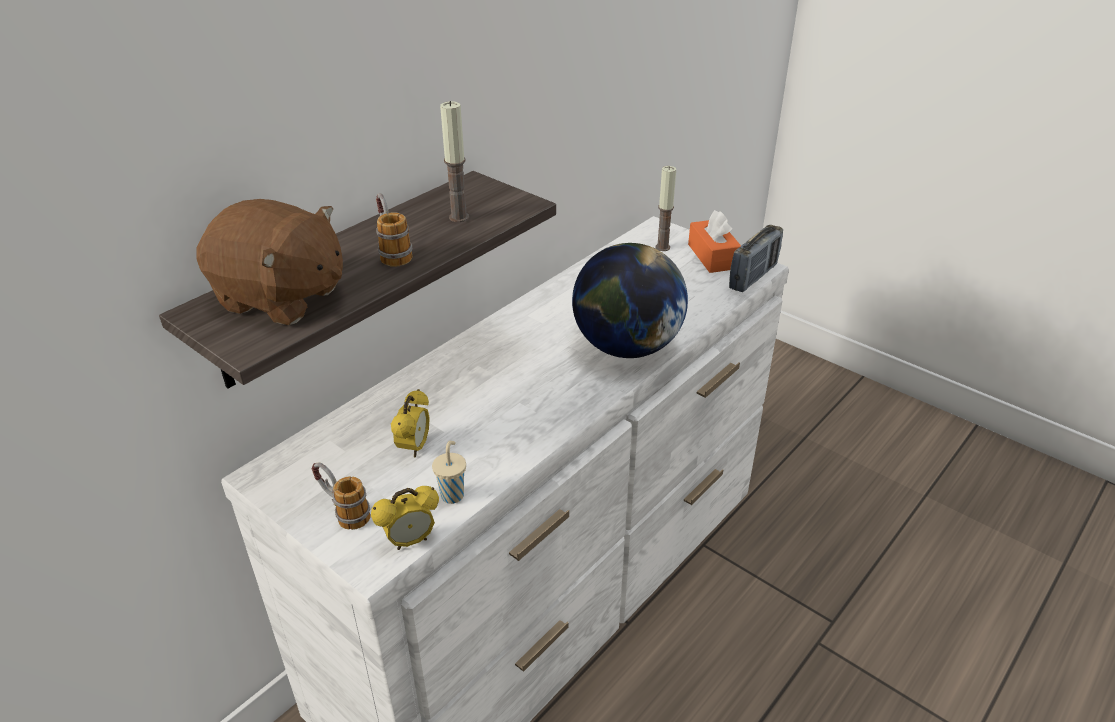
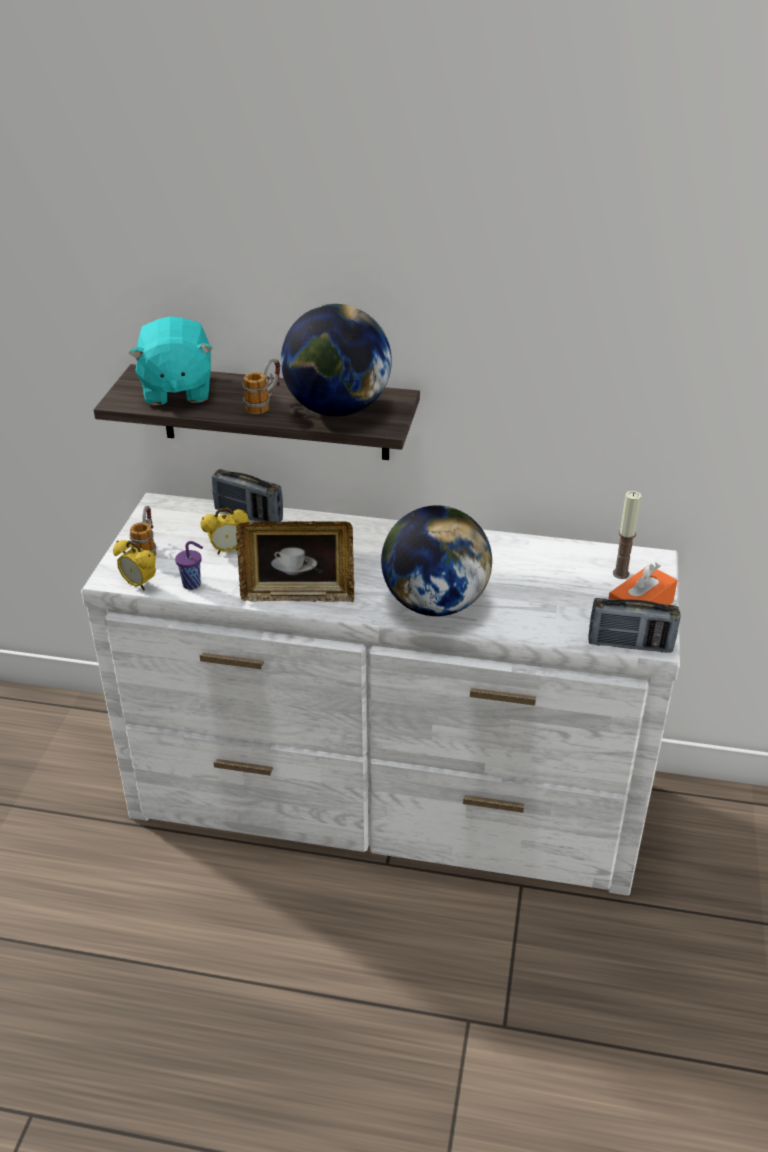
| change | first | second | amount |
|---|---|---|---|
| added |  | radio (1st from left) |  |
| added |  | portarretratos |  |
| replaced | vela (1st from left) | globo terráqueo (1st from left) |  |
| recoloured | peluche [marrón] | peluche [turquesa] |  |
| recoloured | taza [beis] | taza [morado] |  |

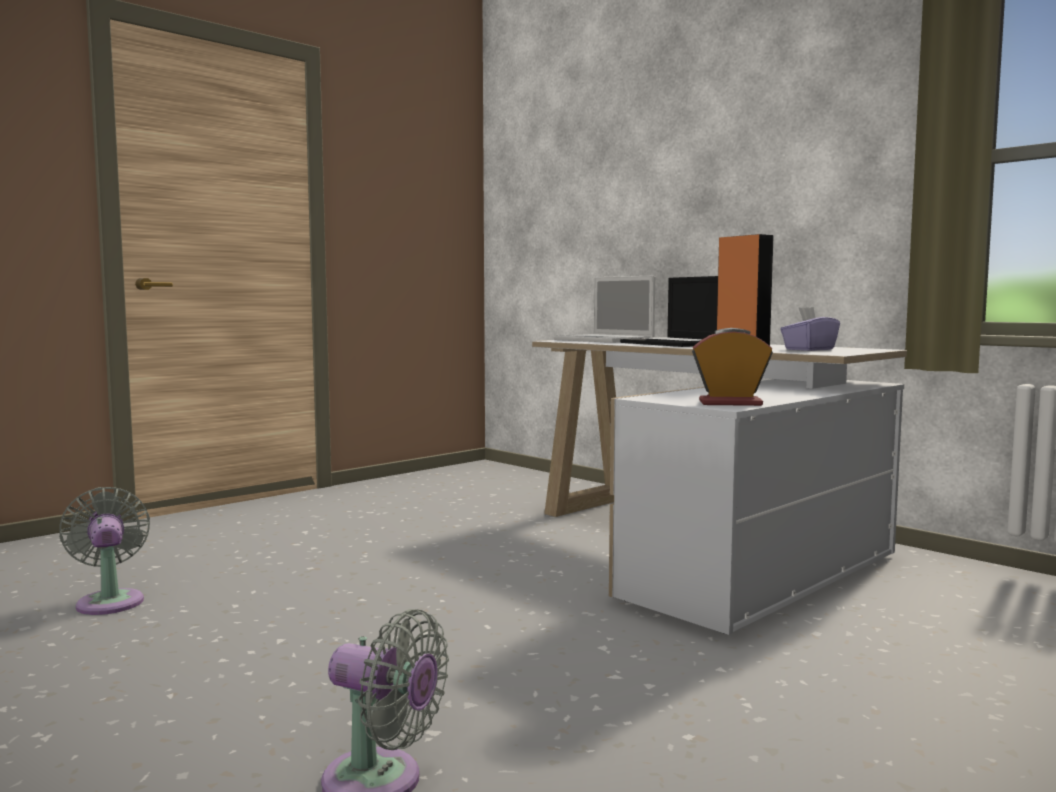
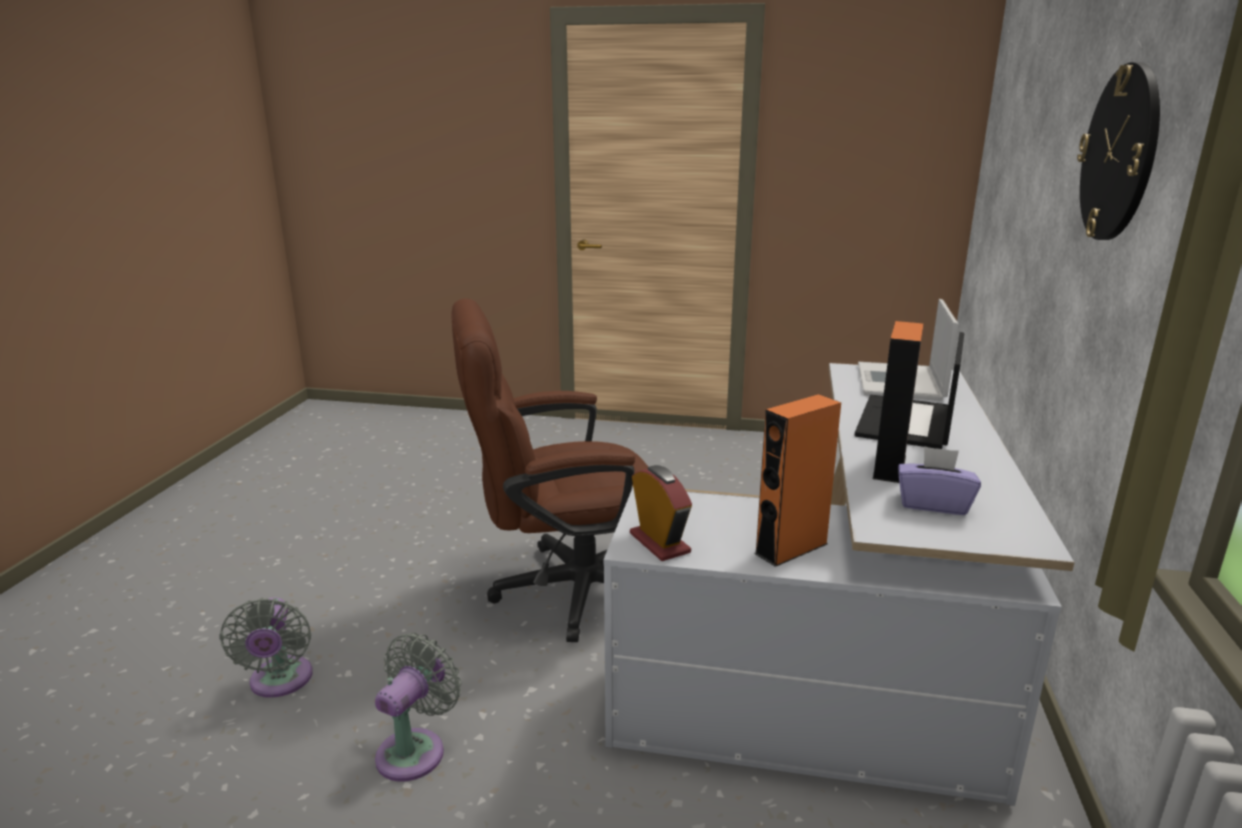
| change | first | second | amount |
|---|---|---|---|
| added |  | silla de oficina [marrón] |  |
| added |  | altavoz [naranja] (1st from left) |  |
| added |  | reloj de pared |  |
| moved | ventilador [gris] (1st from left in the first image) | ventilador [gris] (2nd from left) |  |

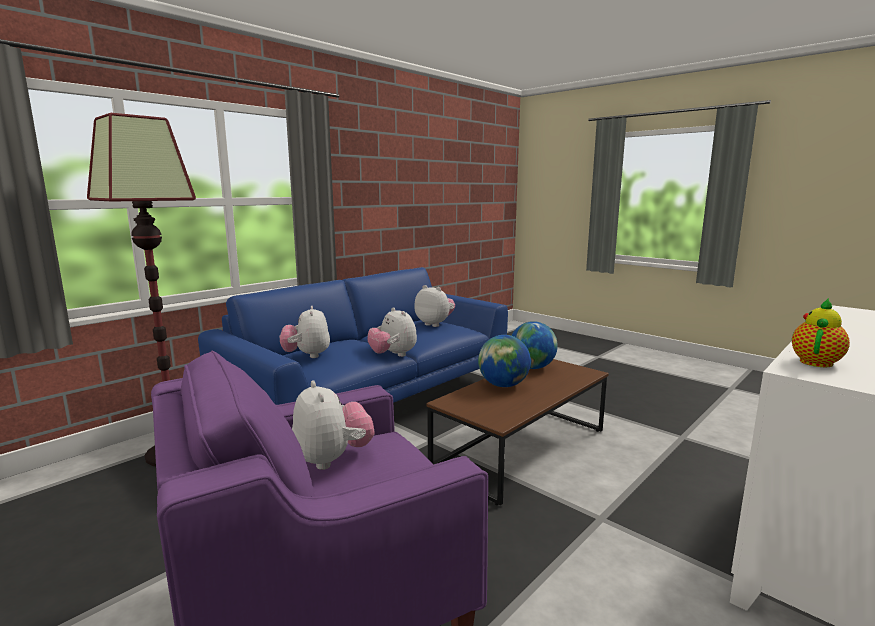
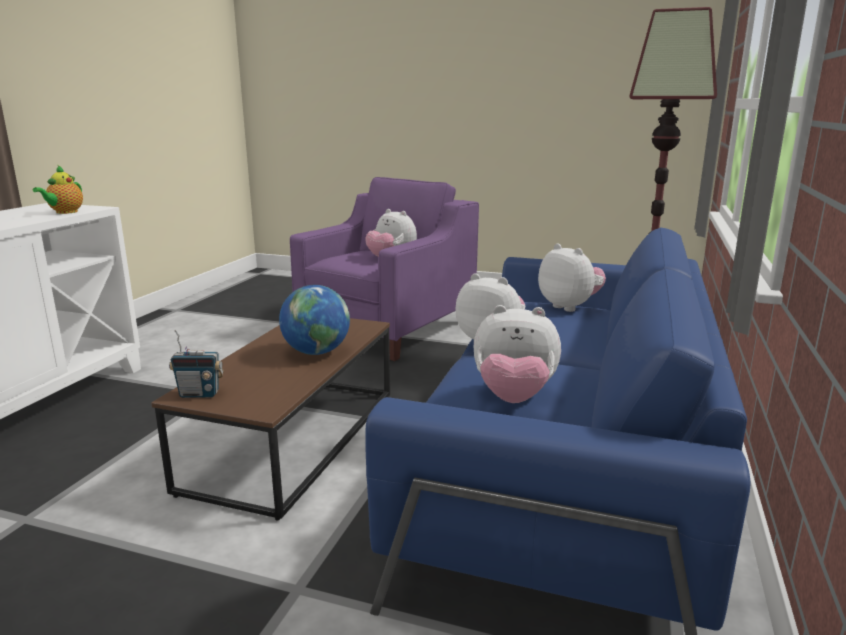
| change | first | second | amount |
|---|---|---|---|
| removed | globo terráqueo (2nd from left) |  |  |
| added |  | radio |  |

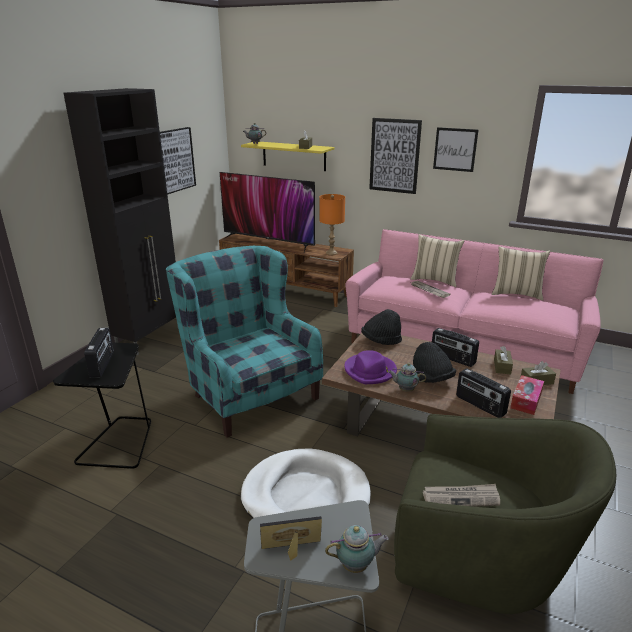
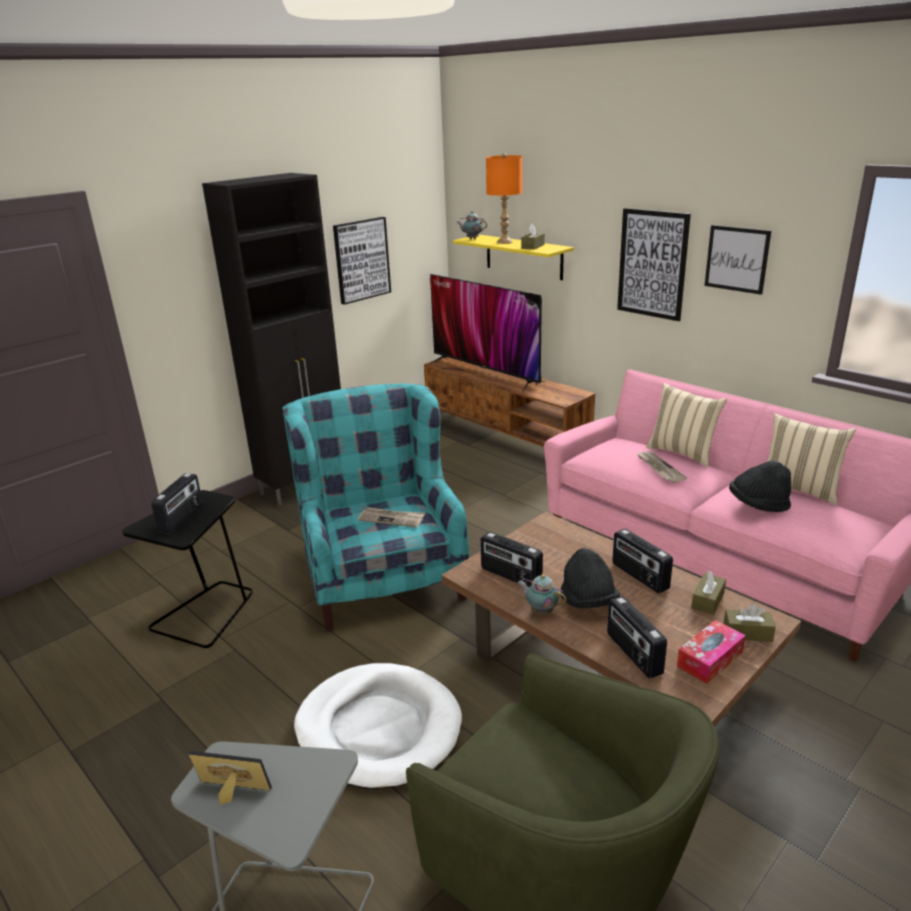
| change | first | second | amount |
|---|---|---|---|
| removed | tetera (2nd from left) |  |  |
| moved | lámpara de mesa [naranja] |  |  |
| moved | sombrero [negro] (1st from left in the first image) | sombrero [negro] (2nd from left) |  |
| moved | periódico (2nd from left in the first image) | periódico (1st from left) |  |
| replaced | sombrero [morado] | radio (2nd from left) |  |

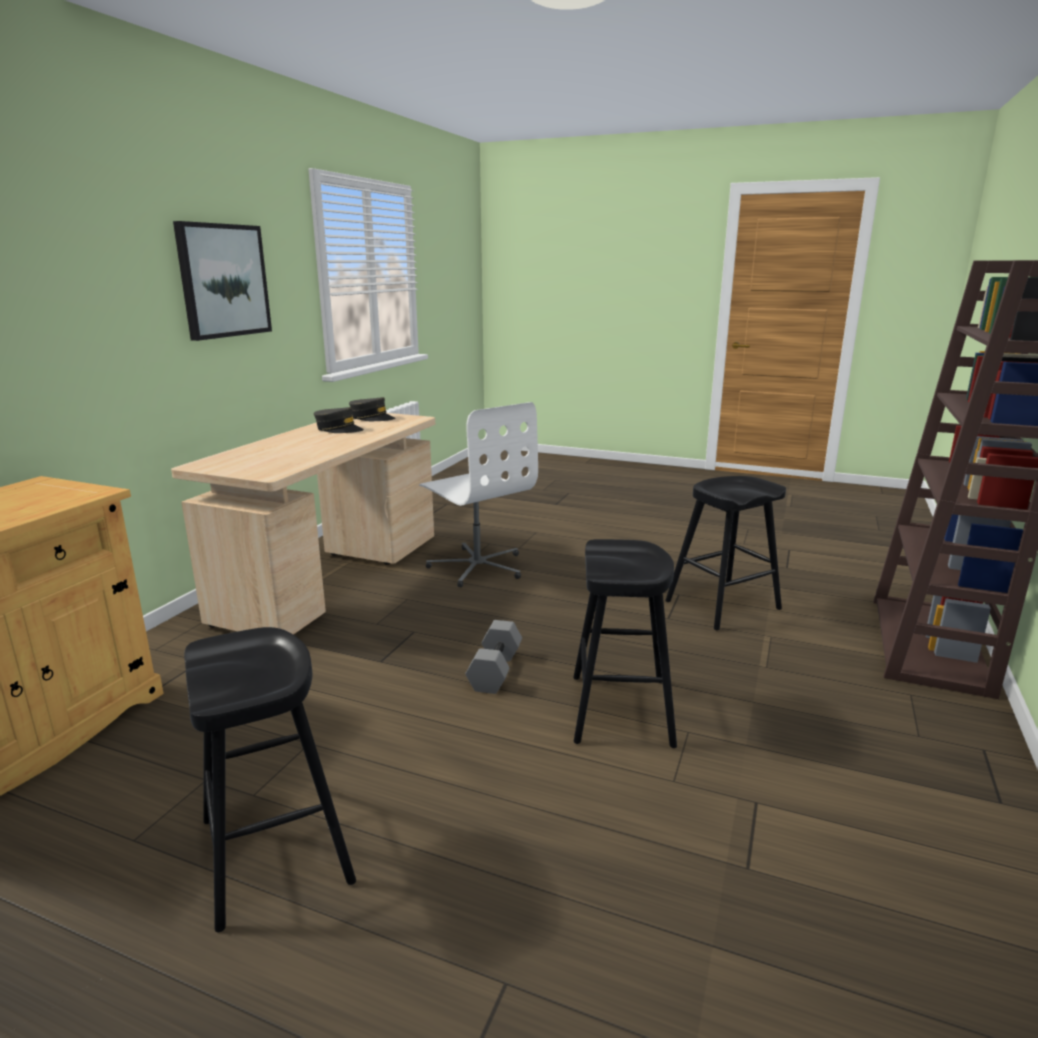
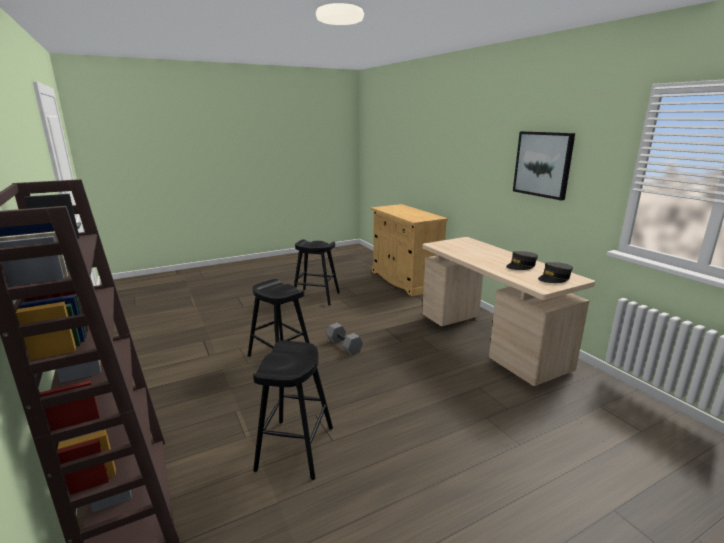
| change | first | second | amount |
|---|---|---|---|
| removed | silla de oficina [blanco] |  |  |

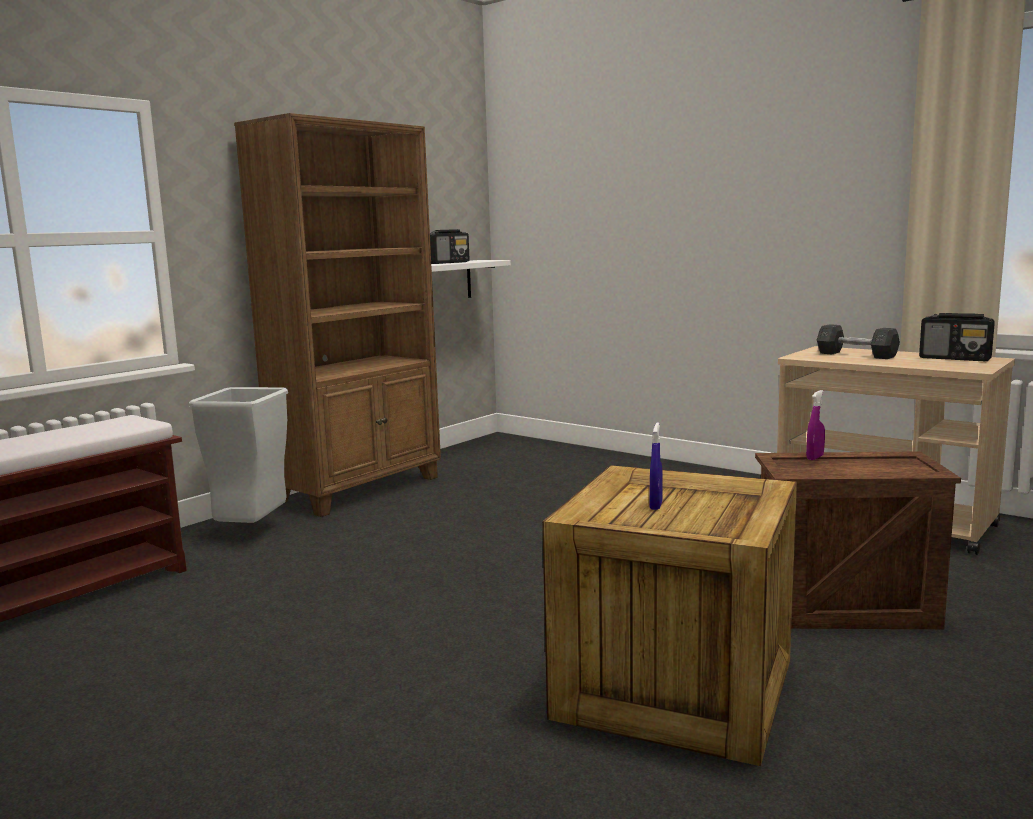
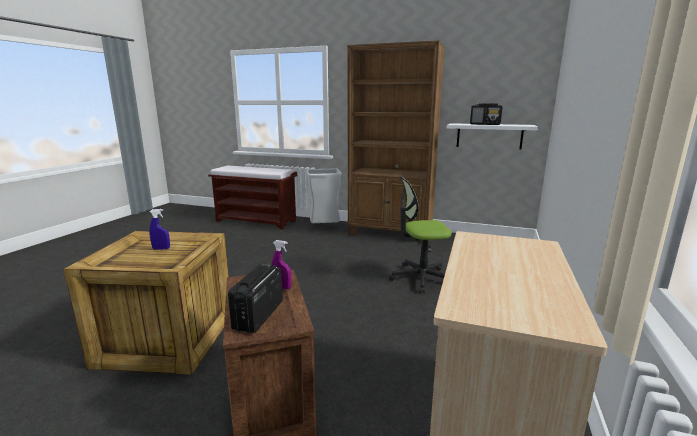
| change | first | second | amount |
|---|---|---|---|
| removed | mancuerna [gris] |  |  |
| added |  | silla de oficina |  |
| moved | radio (2nd from left in the first image) | radio (1st from left) |  |

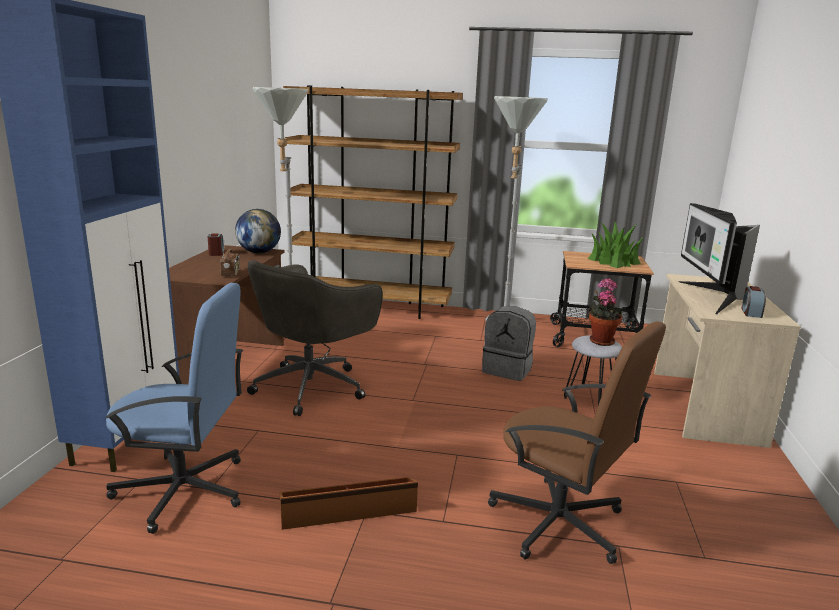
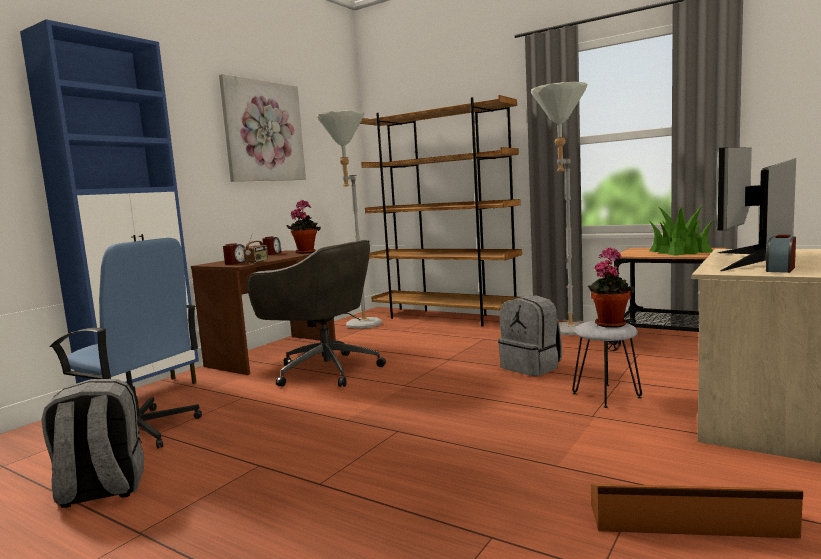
| change | first | second | amount |
|---|---|---|---|
| removed | silla de oficina [marrón] |  |  |
| added |  | mochila [gris] (1st from left) |  |
| added |  | cuadro |  |
| added |  | despertador (1st from left) |  |
| moved | caja de almacenaje [marrón] |  |  |
| replaced | globo terráqueo | planta en maceta (1st from left) |  |
| turned | silla de oficina [gris] |  | 120 degrees counterclockwise |

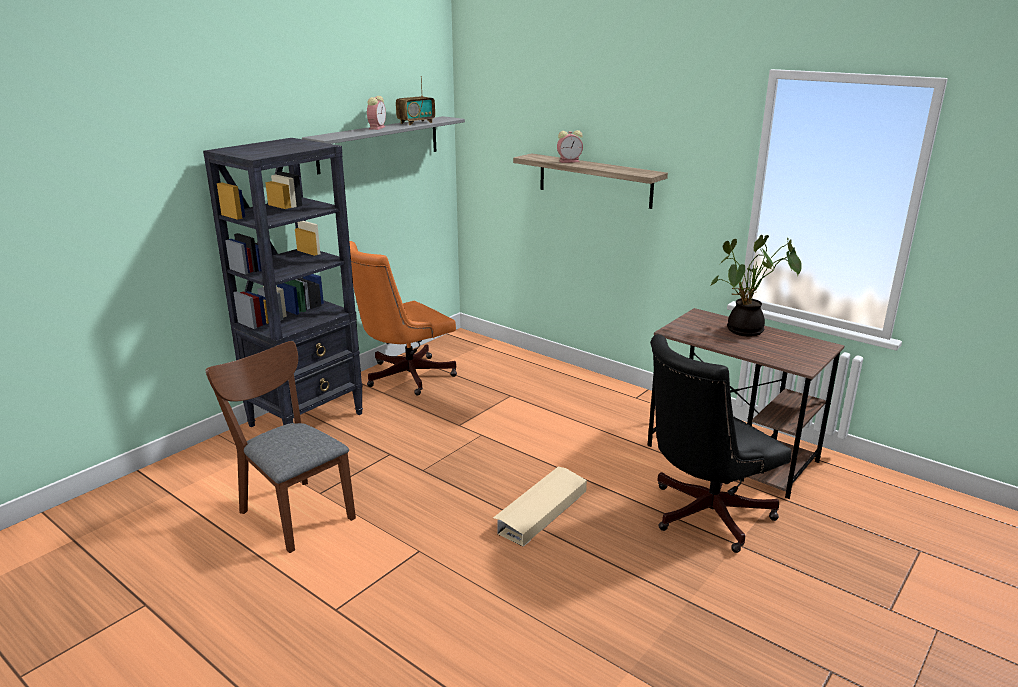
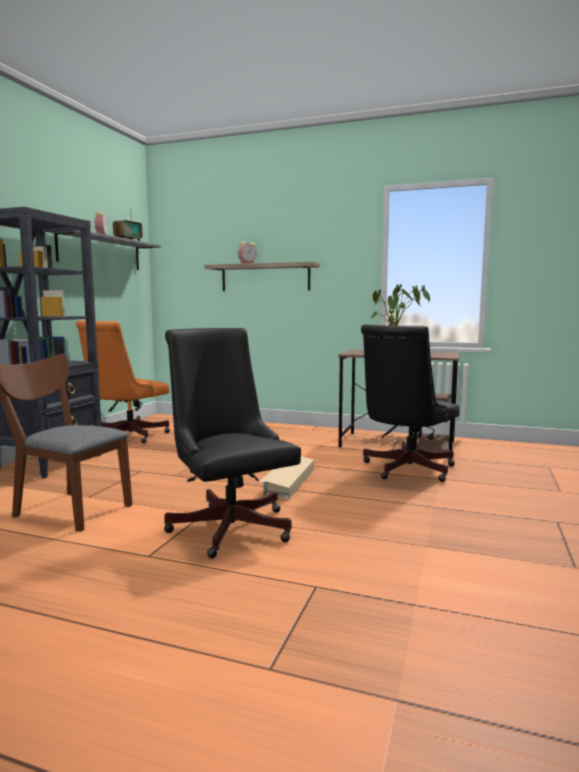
| change | first | second | amount |
|---|---|---|---|
| added |  | silla de oficina [negro] (1st from left) |  |

